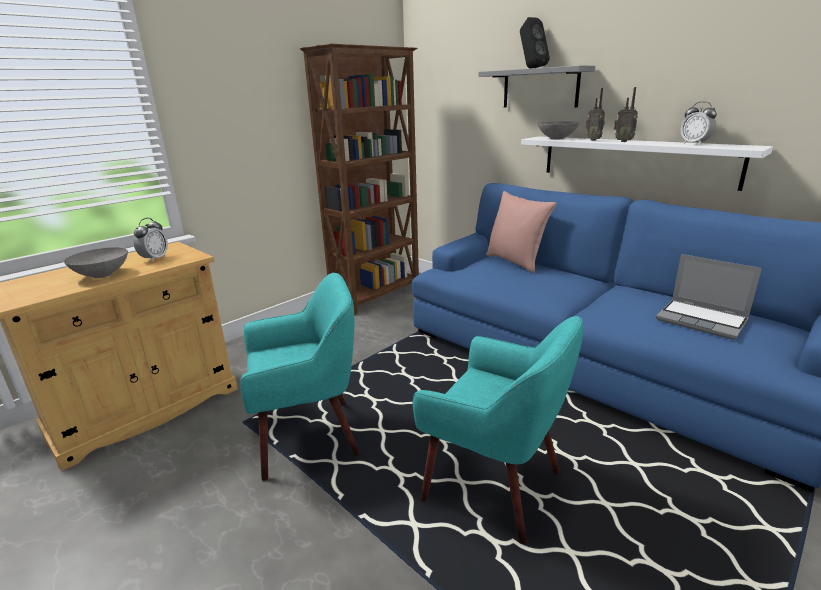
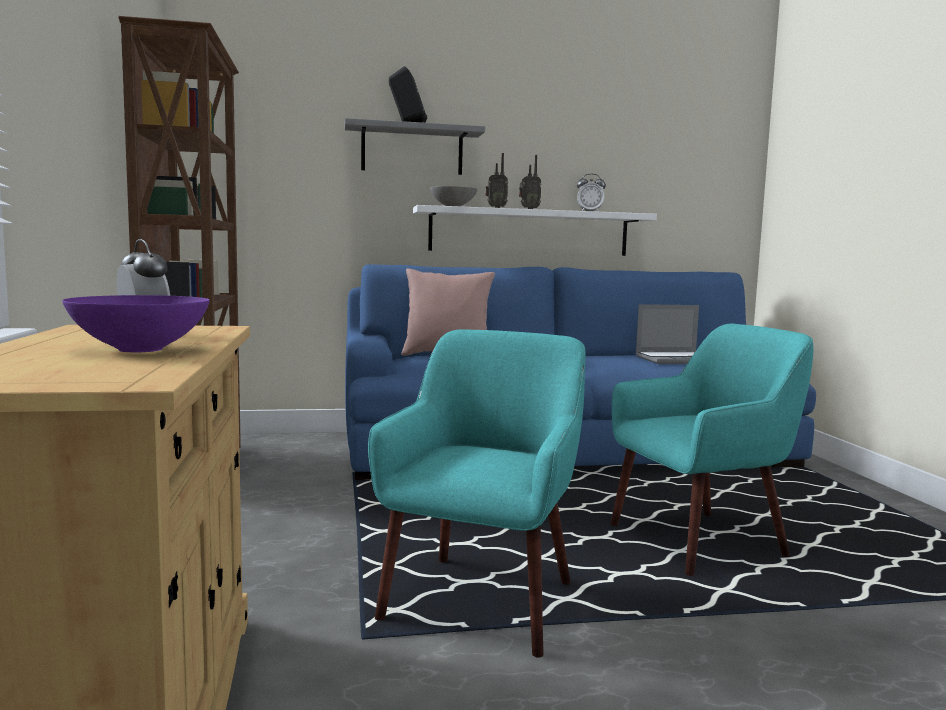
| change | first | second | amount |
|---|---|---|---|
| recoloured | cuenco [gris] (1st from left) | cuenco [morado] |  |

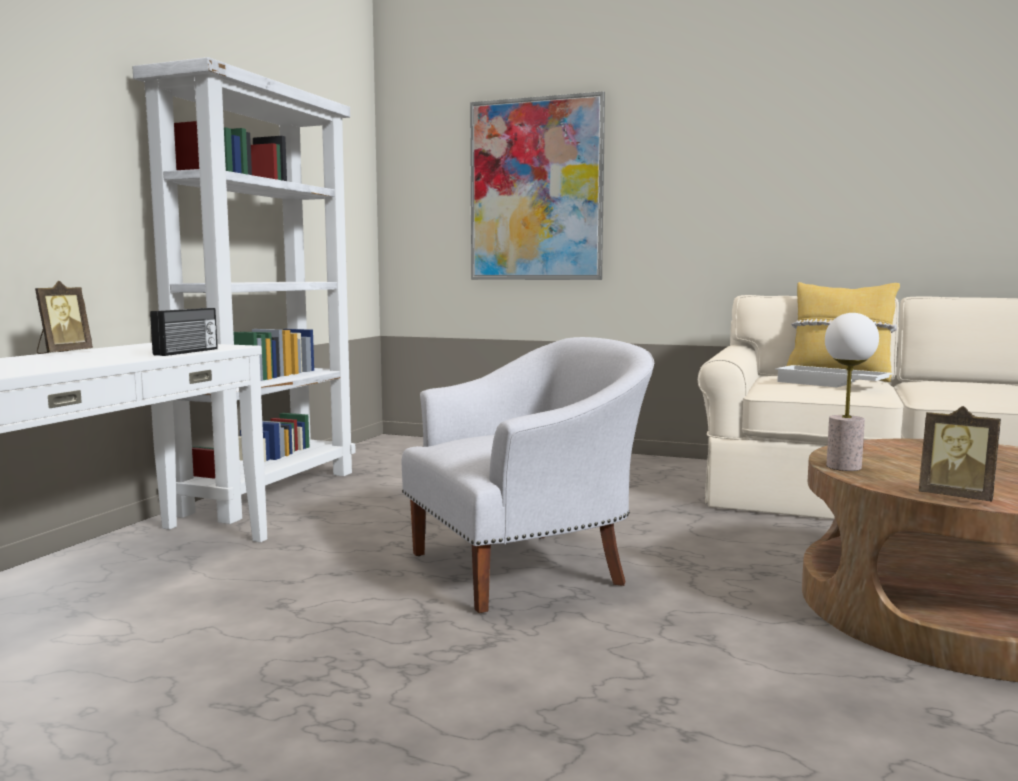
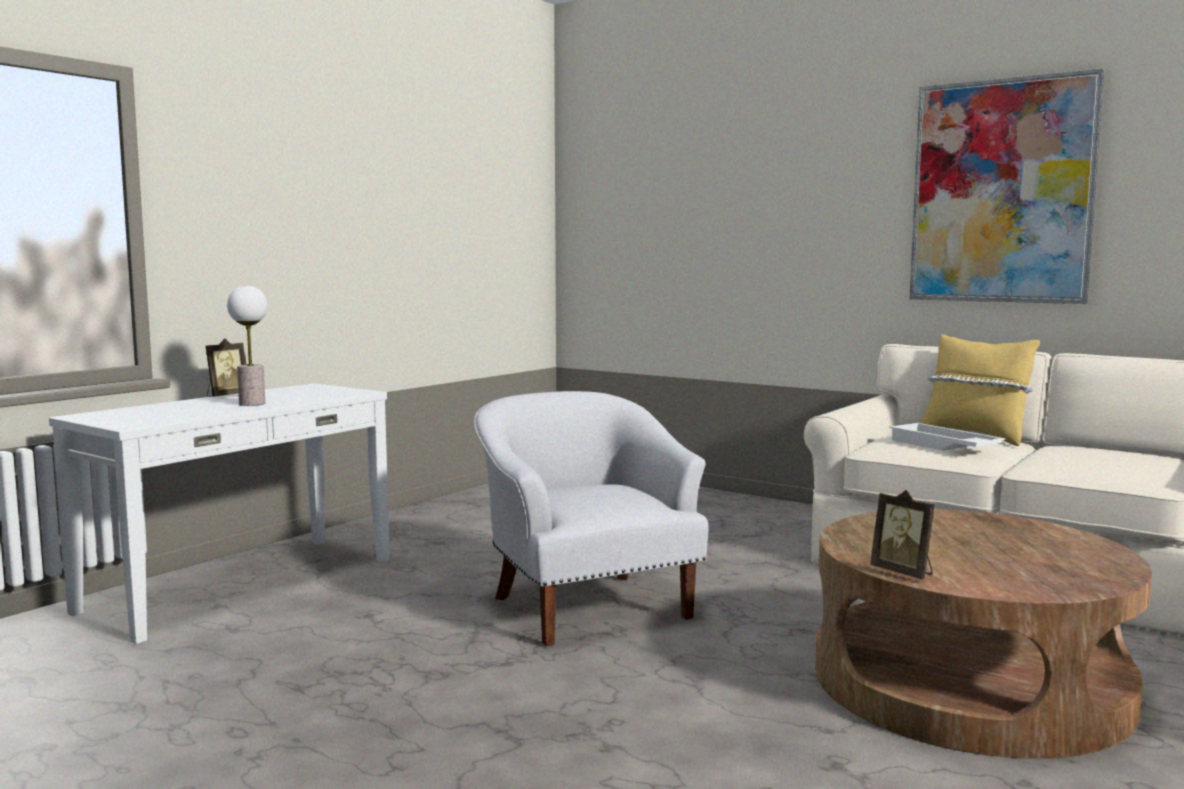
| change | first | second | amount |
|---|---|---|---|
| removed | estantería [blanco] |  |  |
| removed | radio |  |  |
| moved | cuadro |  |  |
| moved | lámpara de mesa |  |  |
| turned | sillón [blanco] |  | 105 degrees counterclockwise |

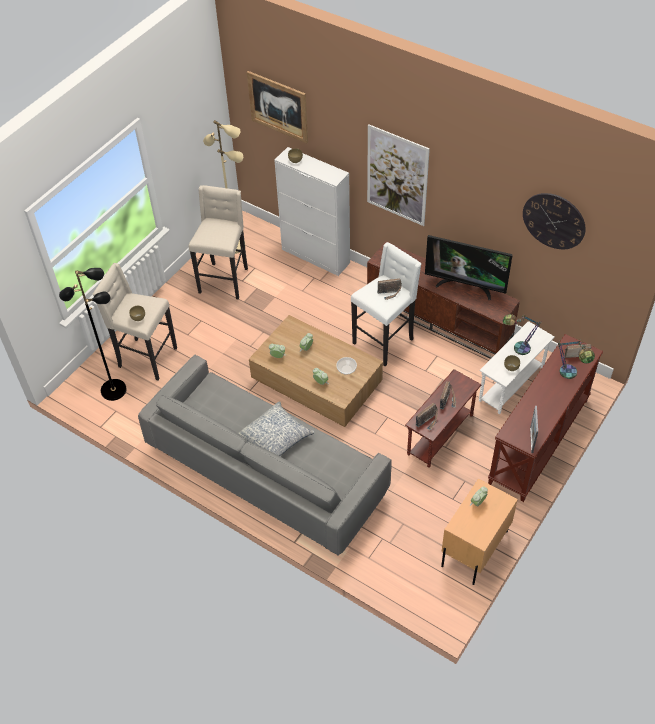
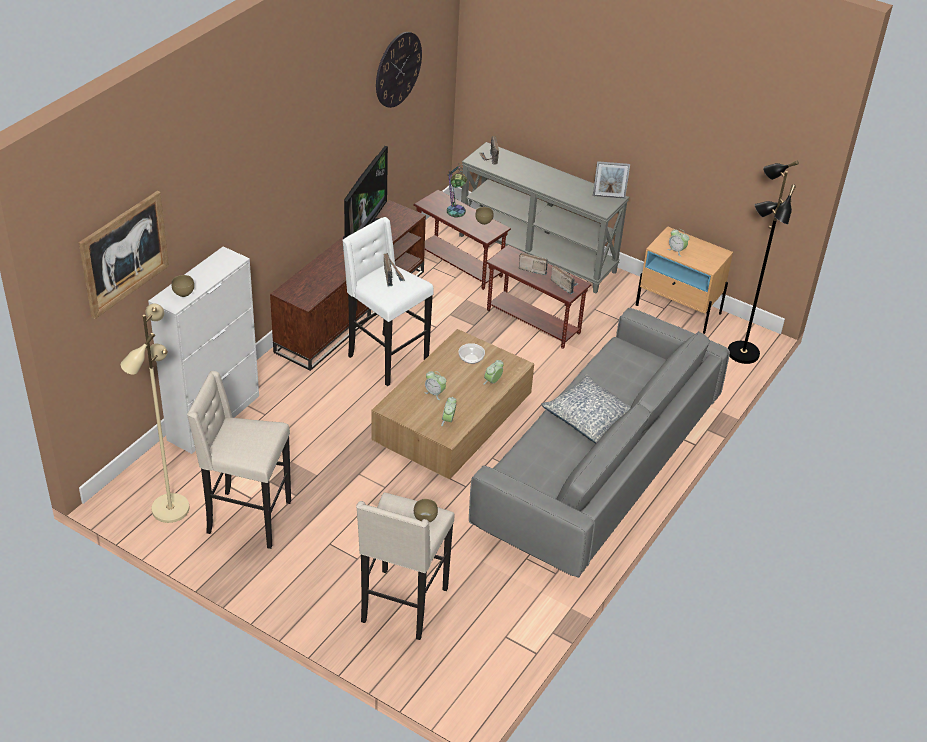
| change | first | second | amount |
|---|---|---|---|
| removed | cuadro (2nd from left) |  |  |
| removed | lámpara de mesa (2nd from left) |  |  |
| moved | lámpara de pie [negro] |  |  |
| recoloured | mesa auxiliar [blanco] | mesa auxiliar [marrón] (1st from left) |  |
| recoloured | mesa consola [marrón] | mesa consola [gris] |  |

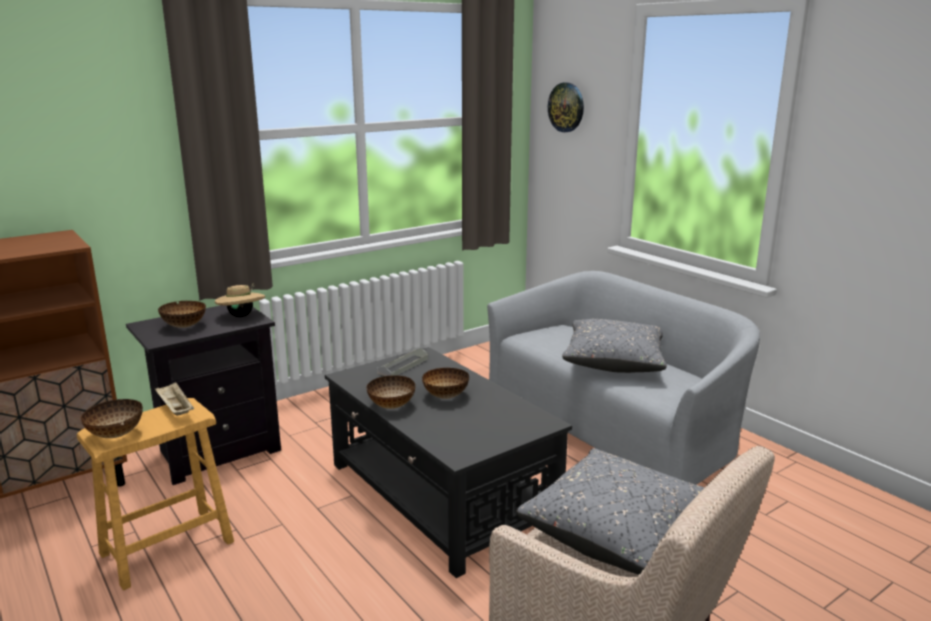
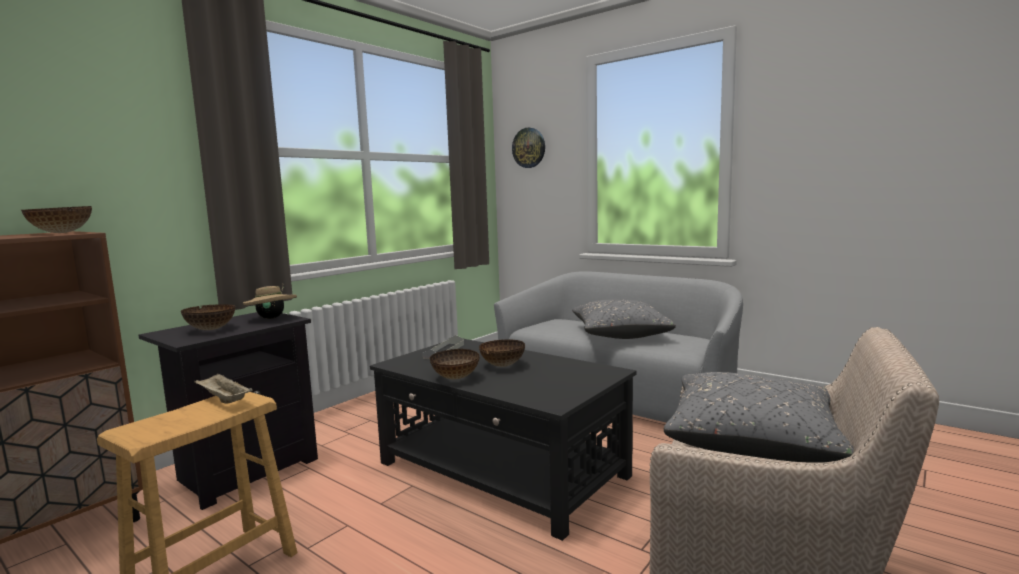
| change | first | second | amount |
|---|---|---|---|
| moved | cuenco (1st from left) |  |  |

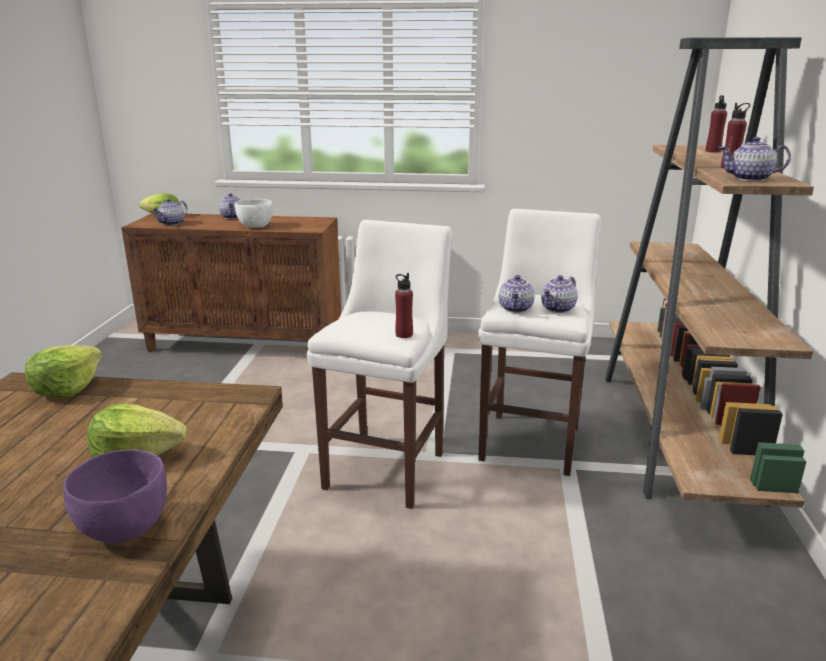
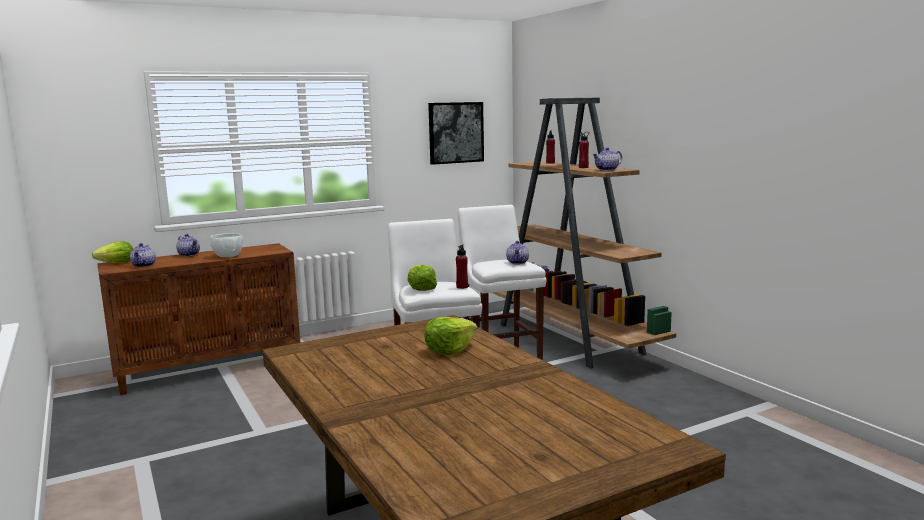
| change | first | second | amount |
|---|---|---|---|
| removed | cuenco [morado] |  |  |
| removed | tetera (3rd from left) |  |  |
| added |  | cuadro |  |
| moved | lechuga (1st from left in the first image) | lechuga (2nd from left) |  |

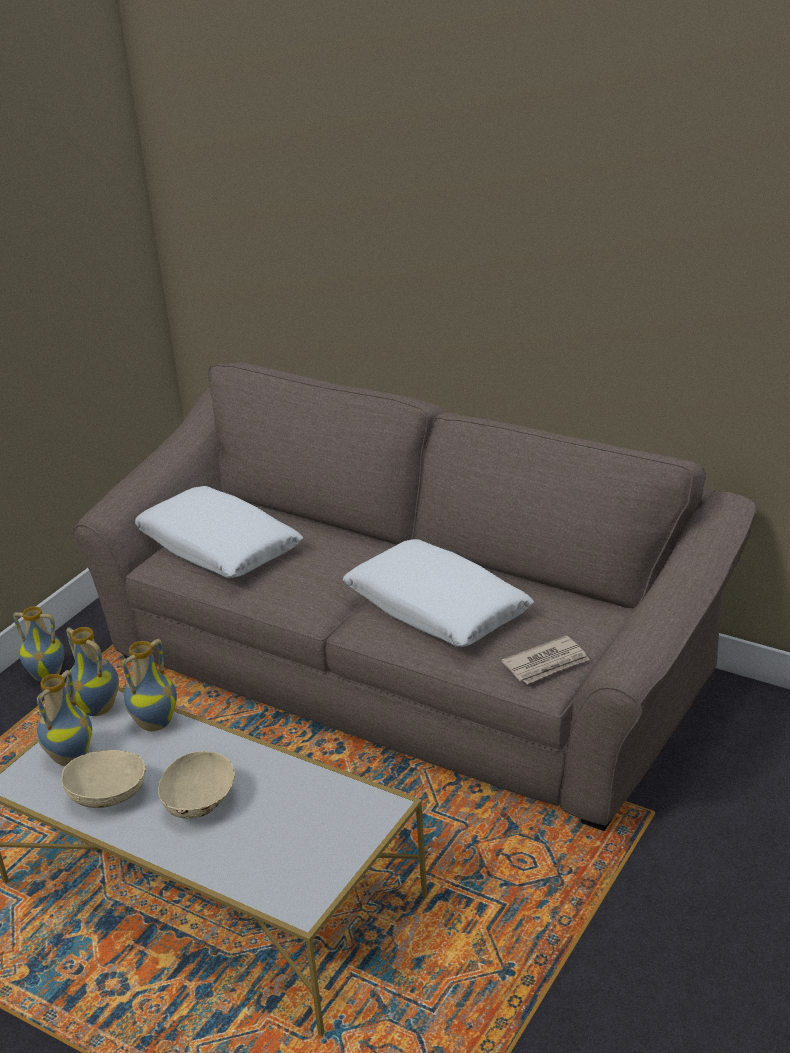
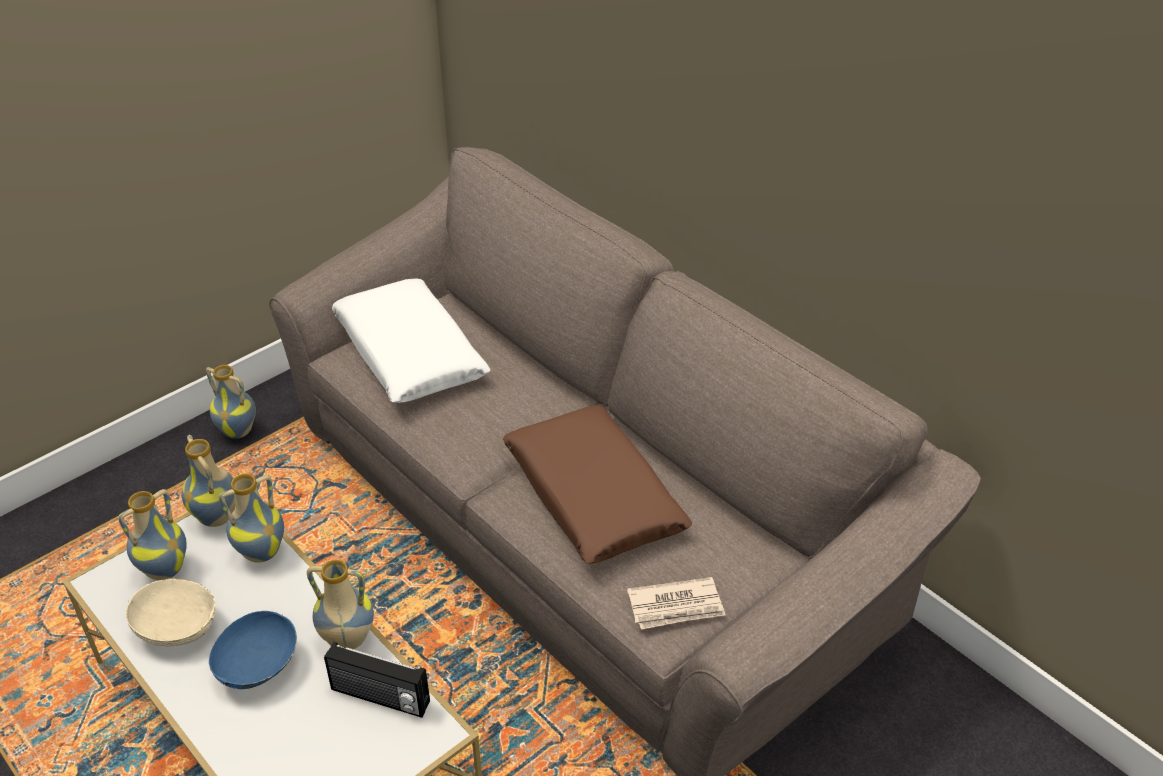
| change | first | second | amount |
|---|---|---|---|
| added |  | florero (5th from left) |  |
| added |  | radio |  |
| recoloured | cuenco [beis] (2nd from left) | cuenco [azul] |  |
| recoloured | cojín [blanco] (2nd from left) | cojín [marrón] |  |

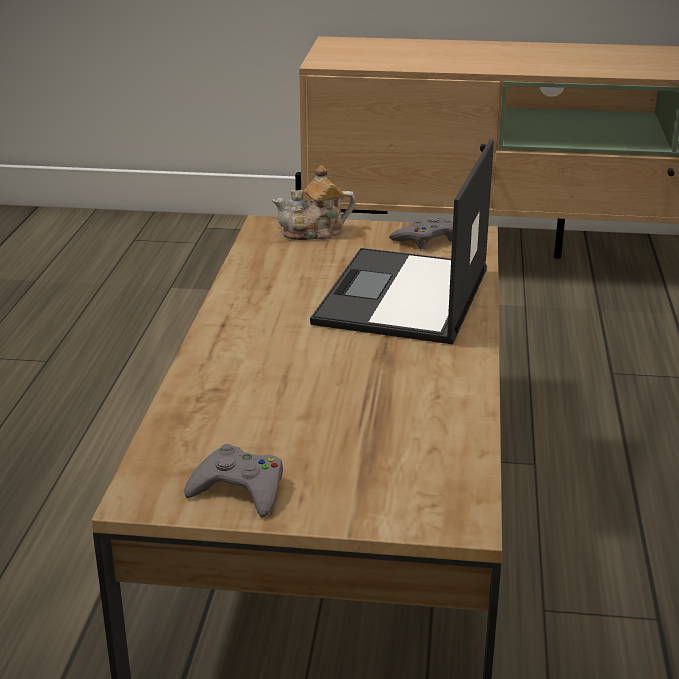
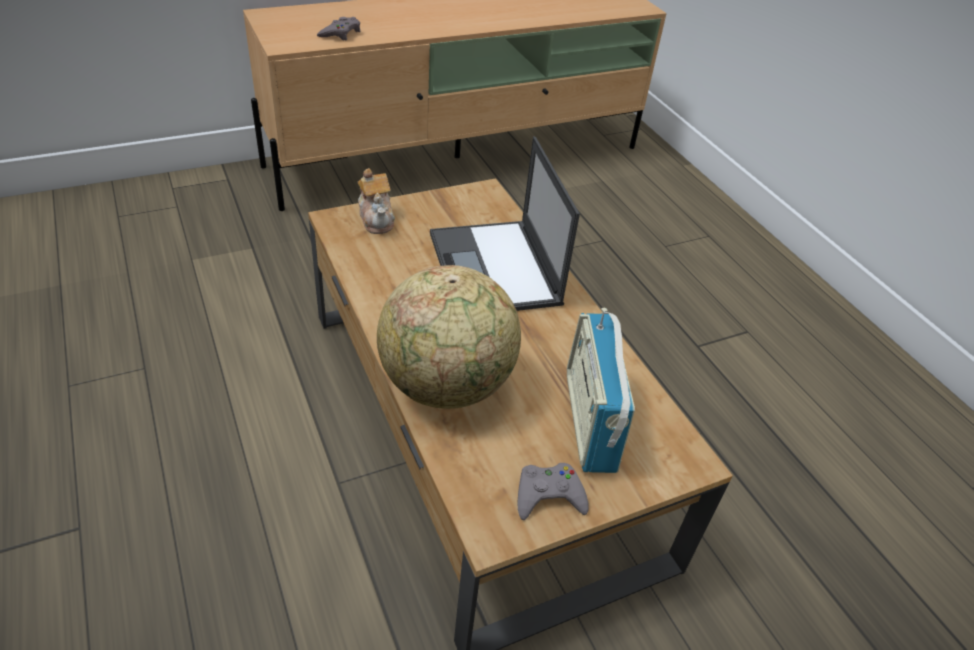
| change | first | second | amount |
|---|---|---|---|
| added |  | globo terráqueo |  |
| added |  | radio |  |
| moved | mando de consola [gris] (2nd from left in the first image) | mando de consola [gris] (1st from left) |  |
| turned | tetera |  | 60 degrees counterclockwise |

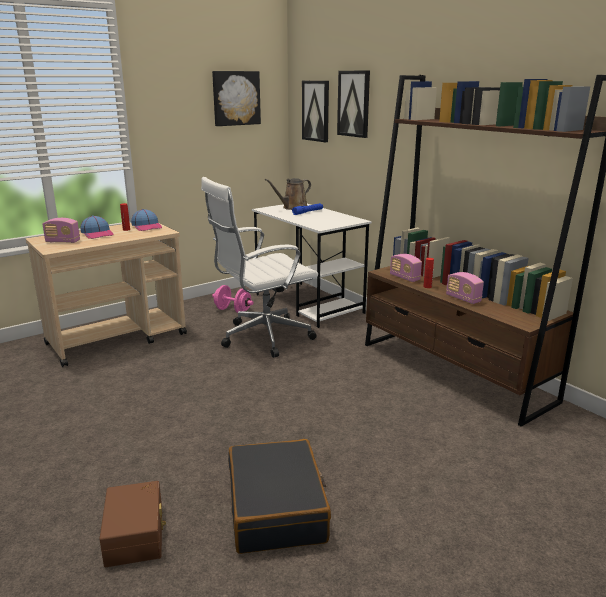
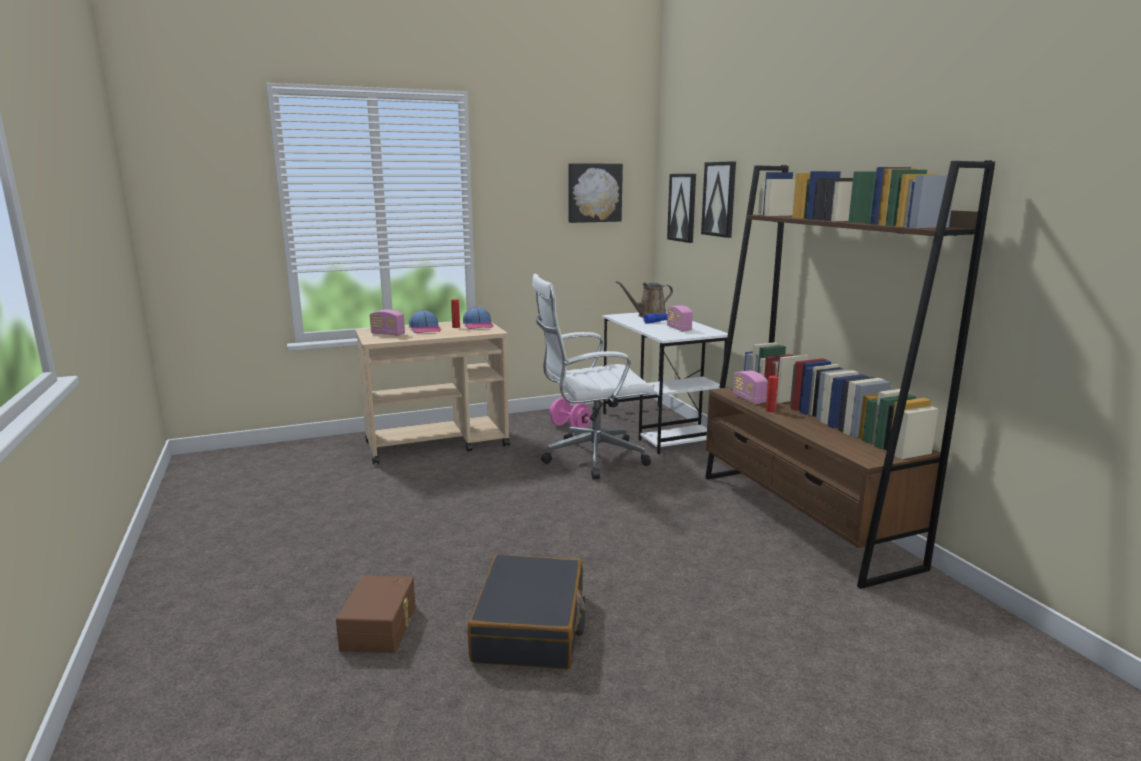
| change | first | second | amount |
|---|---|---|---|
| moved | radio (3rd from left in the first image) | radio (2nd from left) |  |

